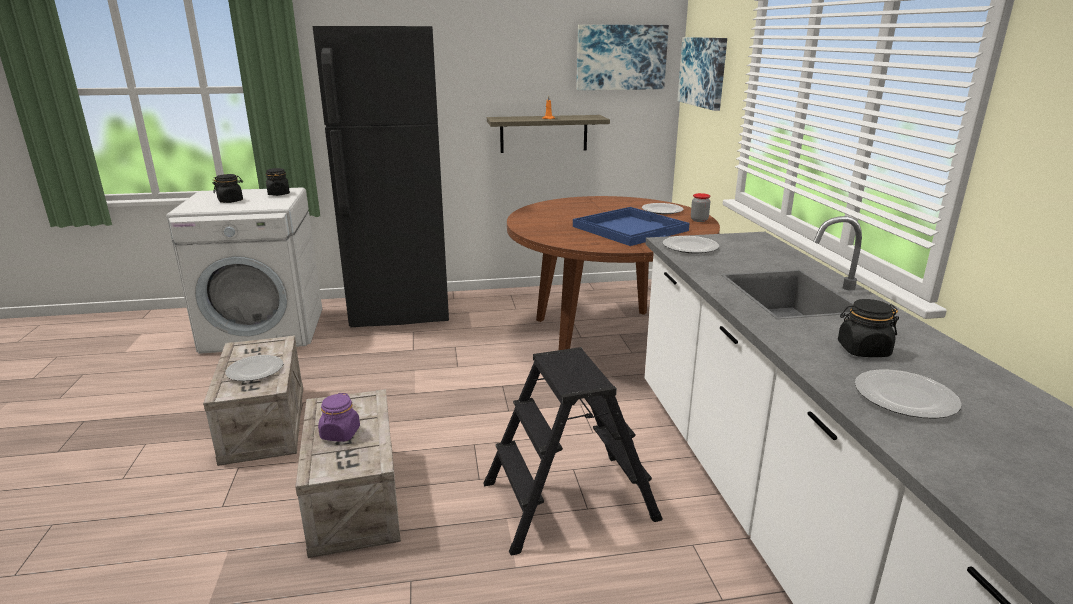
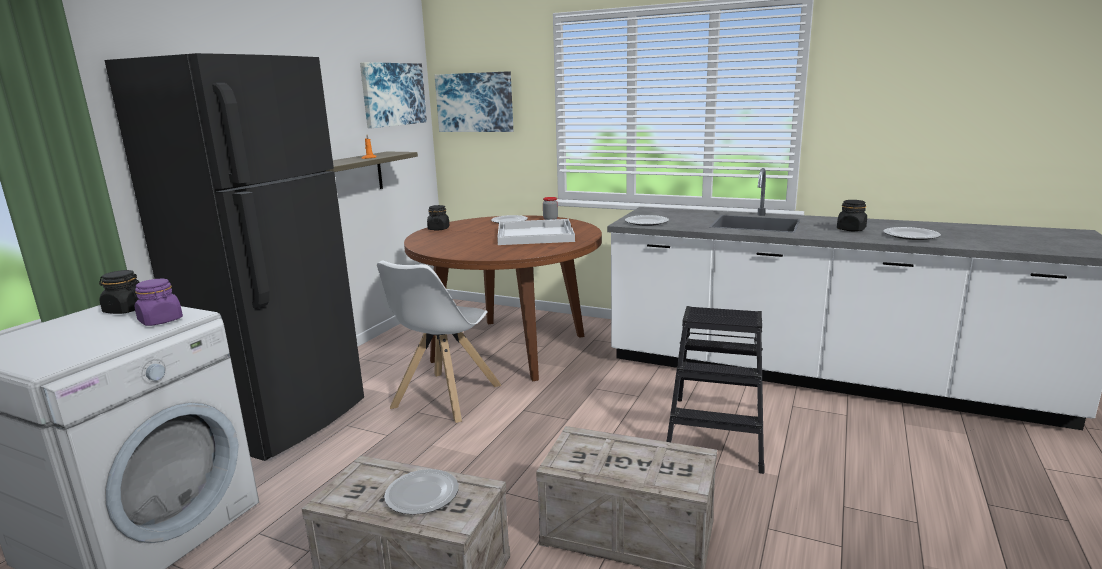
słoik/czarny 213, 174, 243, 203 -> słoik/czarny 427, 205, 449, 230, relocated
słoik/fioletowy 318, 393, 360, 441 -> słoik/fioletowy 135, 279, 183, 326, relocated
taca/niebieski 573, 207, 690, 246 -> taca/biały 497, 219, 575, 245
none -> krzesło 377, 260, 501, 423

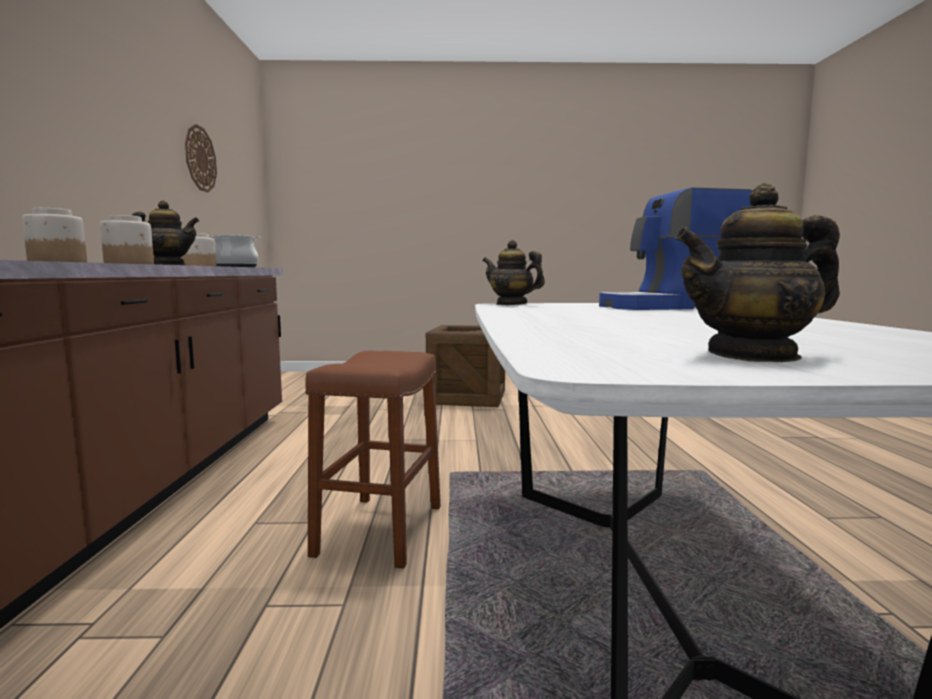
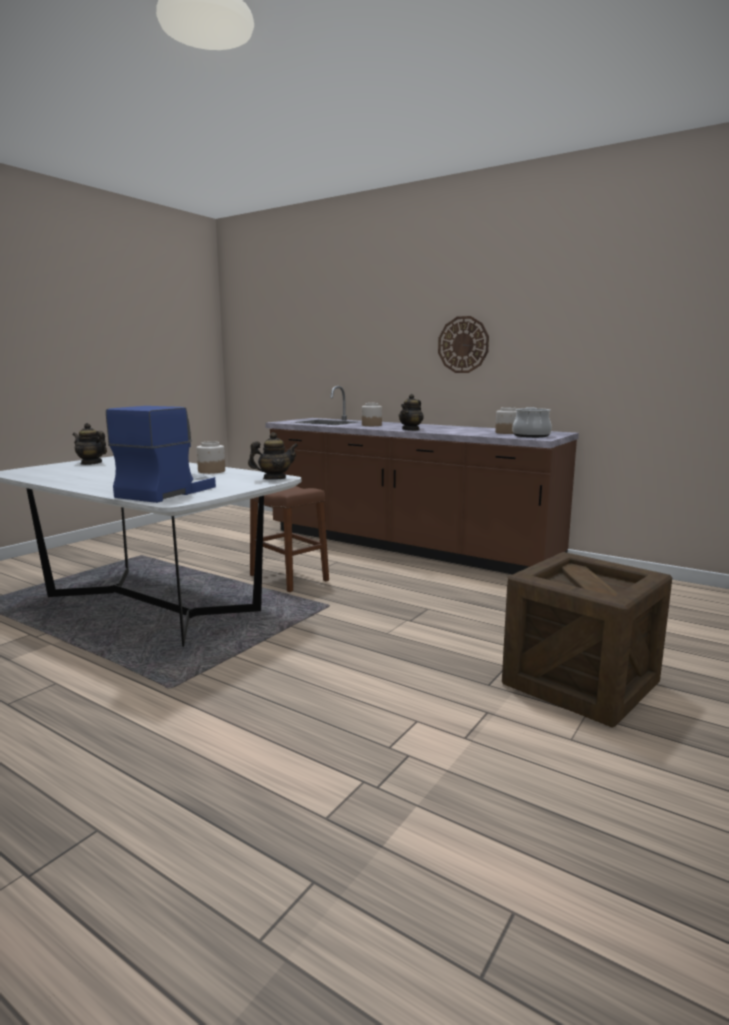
słoik 100, 215, 154, 264 -> słoik 197, 441, 225, 474, relocated
zegar ścienny 185, 124, 217, 193 -> zegar ścienny 438, 316, 489, 373, relocated
imbryk 675, 183, 840, 362 -> imbryk 72, 423, 107, 465, 90 degrees counterclockwise

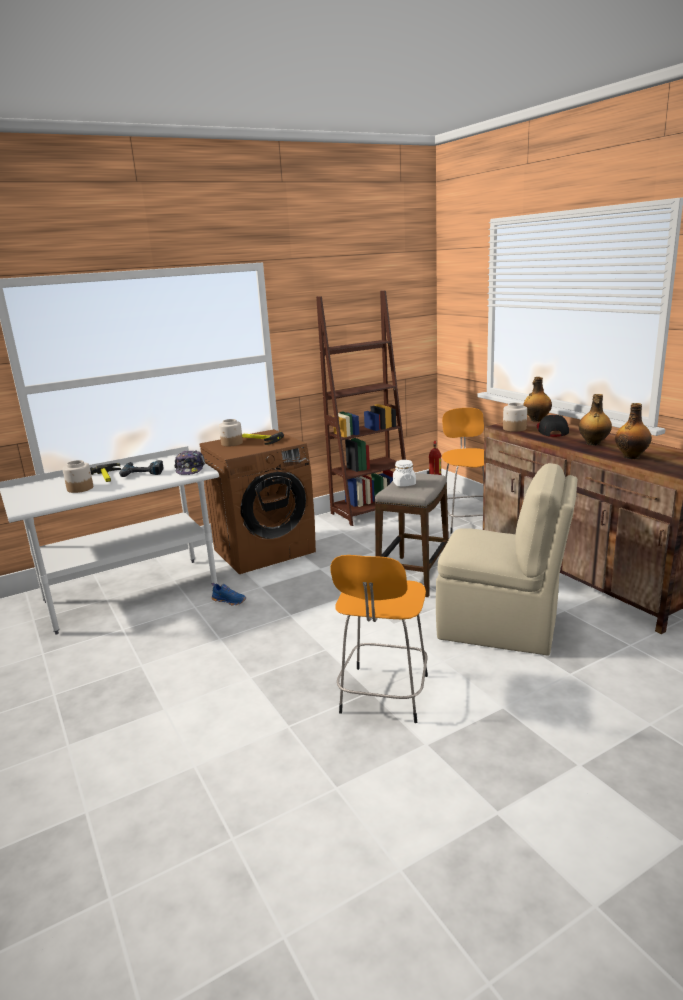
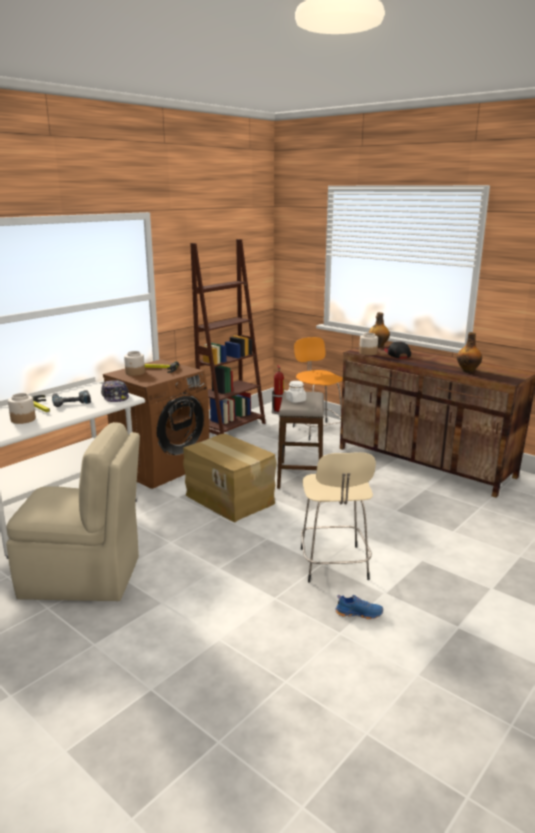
but/niebieski 212, 583, 246, 606 -> but/niebieski 336, 595, 383, 619, relocated
stołek/pomarańczowy 330, 555, 428, 723 -> stołek/beżowy 301, 452, 376, 583
krzesło/beżowy 436, 463, 578, 655 -> krzesło/beżowy 6, 422, 140, 601, relocated
butelka 579, 394, 612, 446 -> none
none -> karton 183, 433, 277, 522

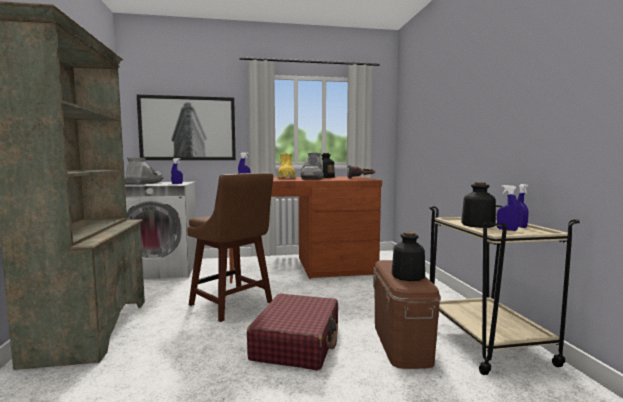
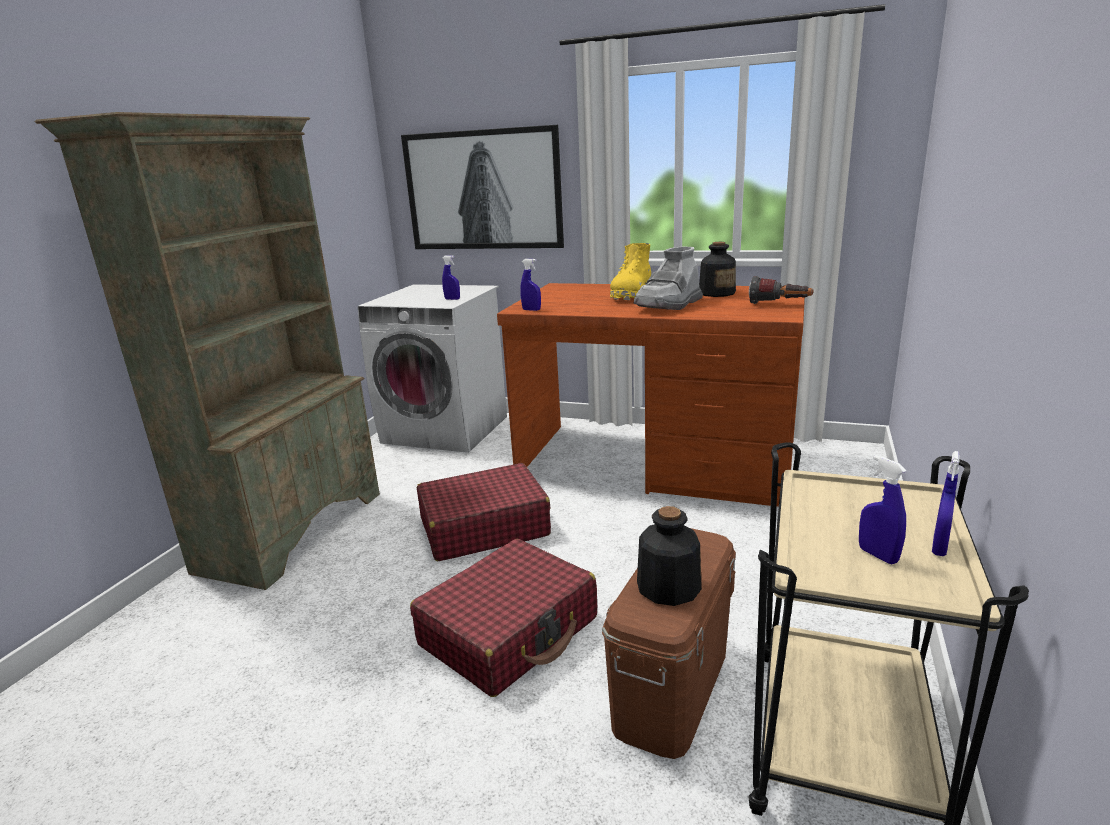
but z cholewką/szary 125, 158, 163, 185 -> none
krzesło/brązowy 187, 173, 273, 322 -> walizka/czerwony 417, 463, 551, 561
butelka 461, 182, 496, 228 -> none

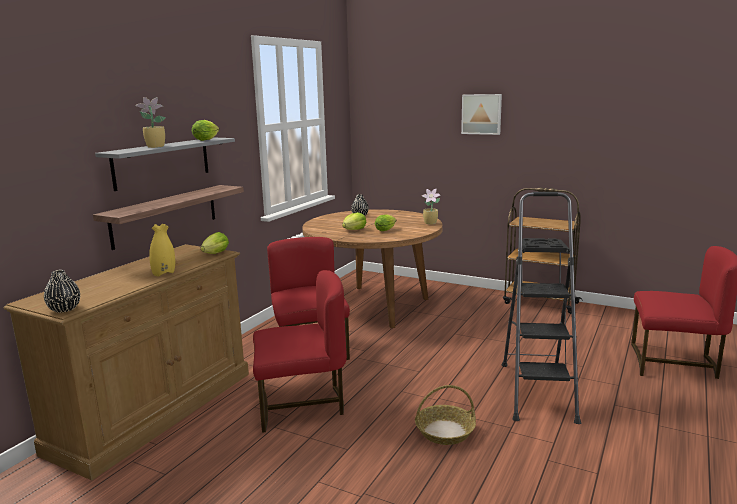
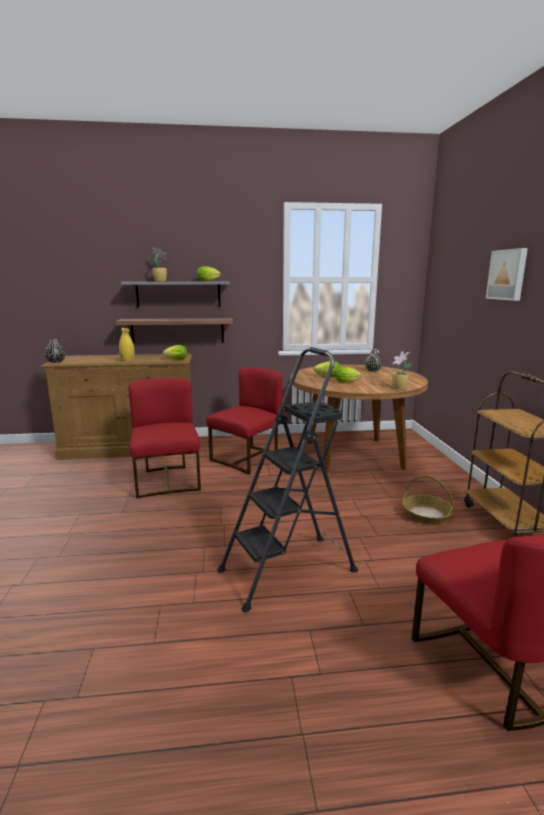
krzesło/czerwony 253, 270, 347, 433 -> krzesło/czerwony 128, 378, 201, 498, 150 degrees counterclockwise
koszyk 415, 385, 476, 445 -> koszyk 402, 475, 454, 524, relocated

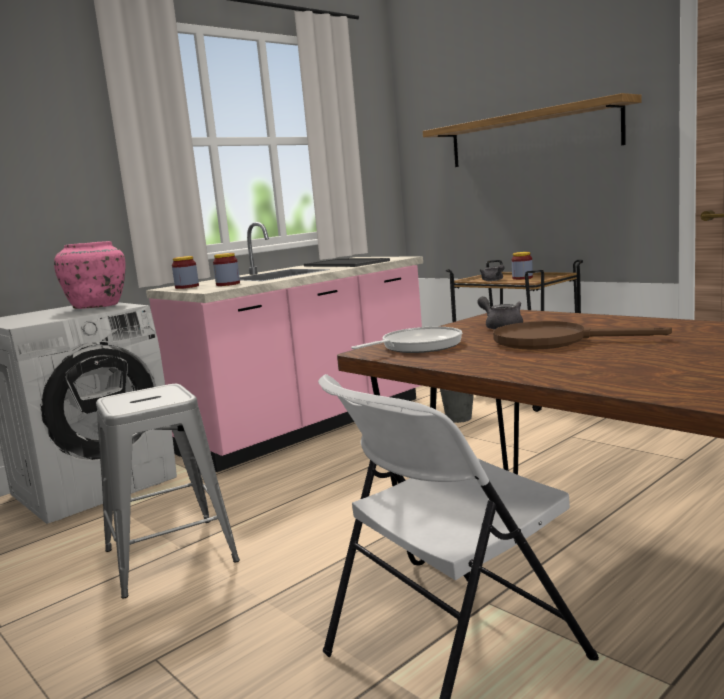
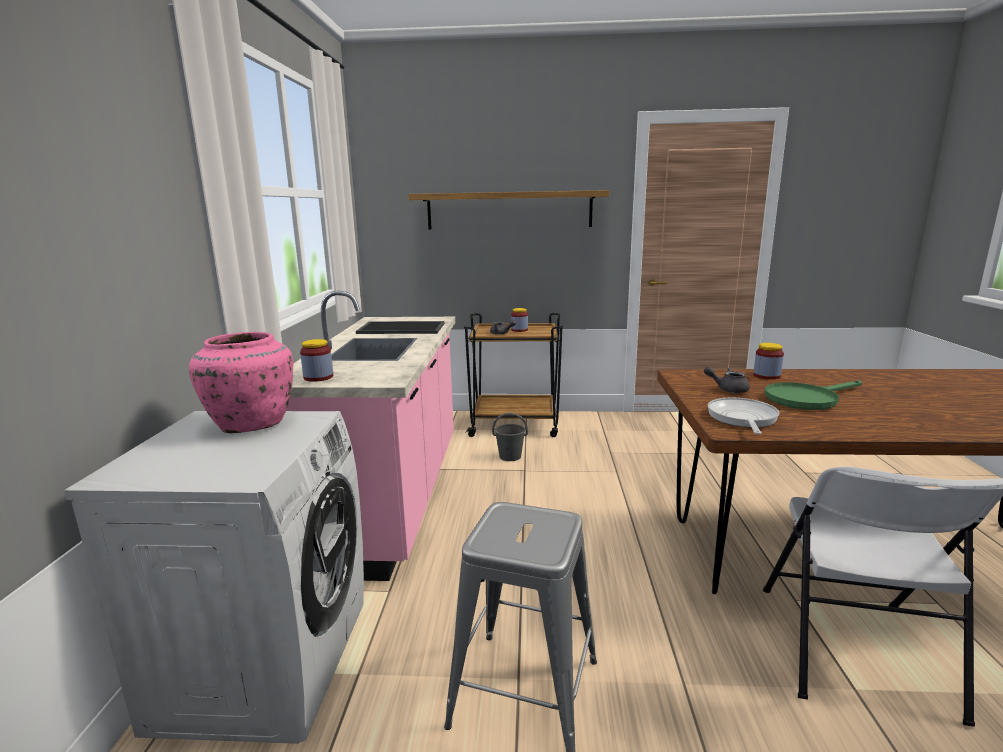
słoik 213, 253, 240, 286 -> słoik 753, 343, 784, 380, relocated
patelnia/brązowy 493, 321, 672, 350 -> patelnia/zielony 765, 381, 862, 410

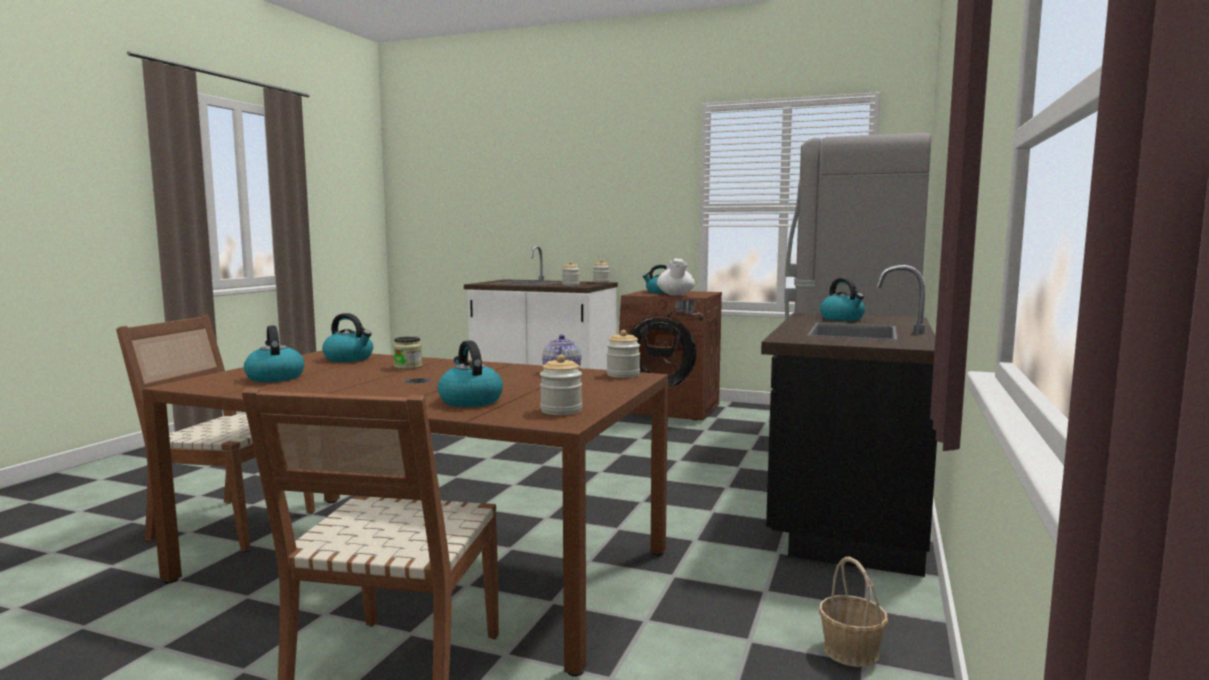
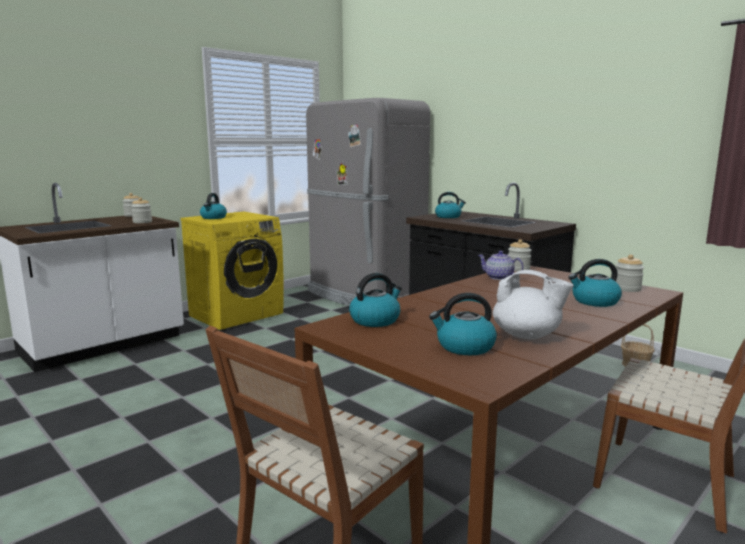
słoik 393, 336, 422, 369 -> none
pralka/brązowy 619, 290, 722, 421 -> pralka/żółty 181, 212, 284, 330
imbryk/biały 657, 259, 695, 296 -> imbryk/biały 493, 270, 574, 340, relocated

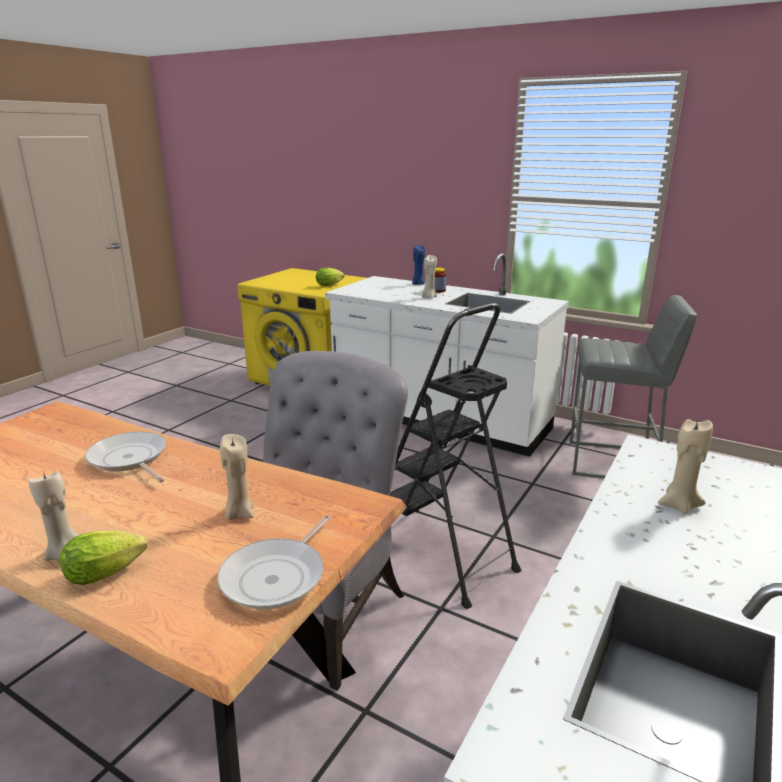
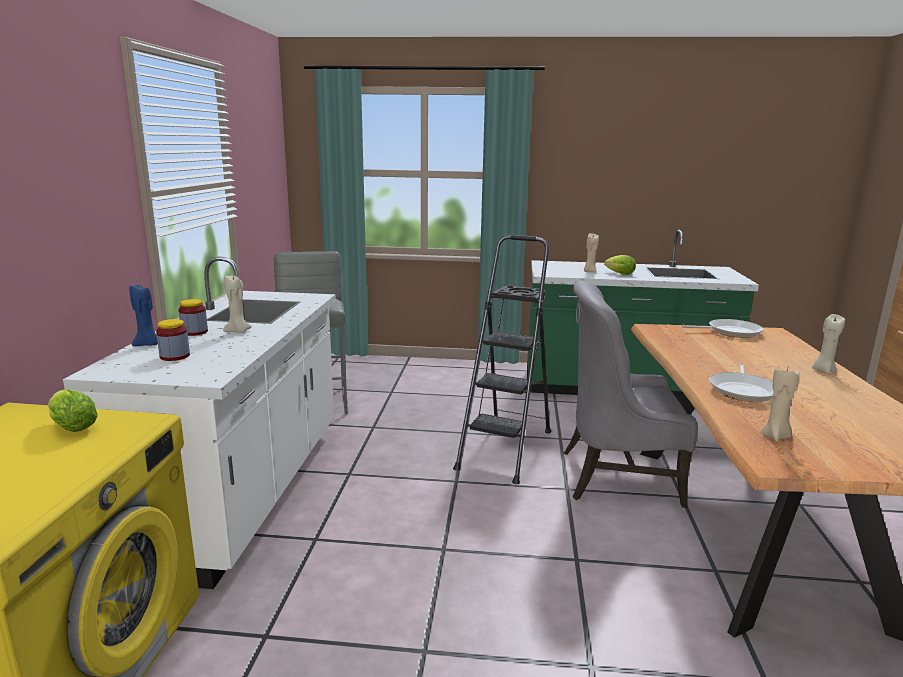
sałata 60, 531, 147, 585 -> sałata 604, 255, 636, 275, relocated
świeca/beżowy 220, 434, 254, 520 -> świeca/beżowy 760, 367, 800, 442, relocated
none -> słoik 156, 319, 190, 361

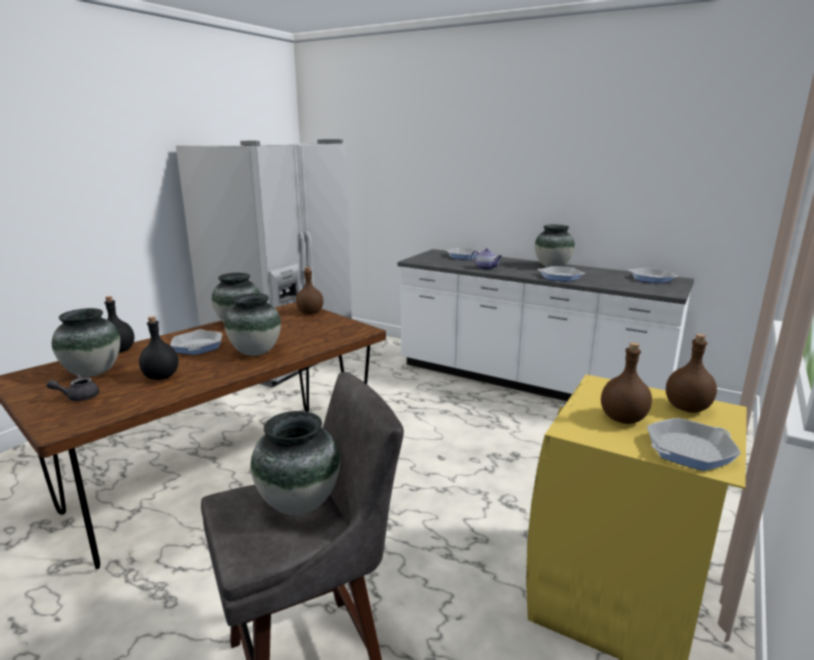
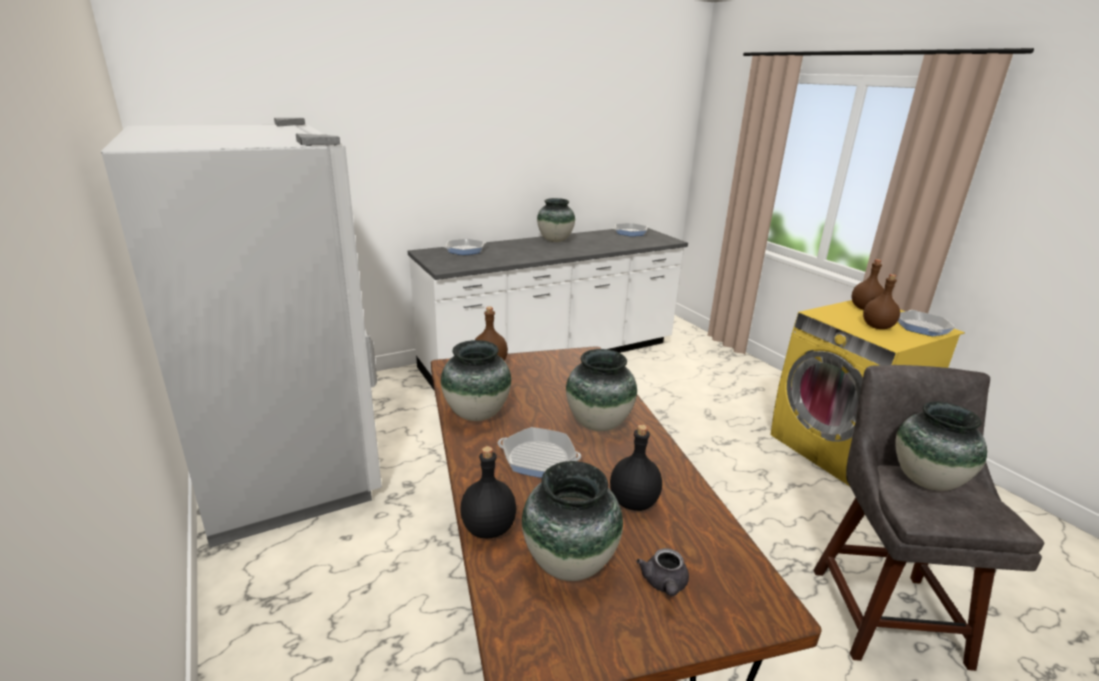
imbryk 471, 248, 502, 270 -> none
patelnia 538, 266, 585, 282 -> none

